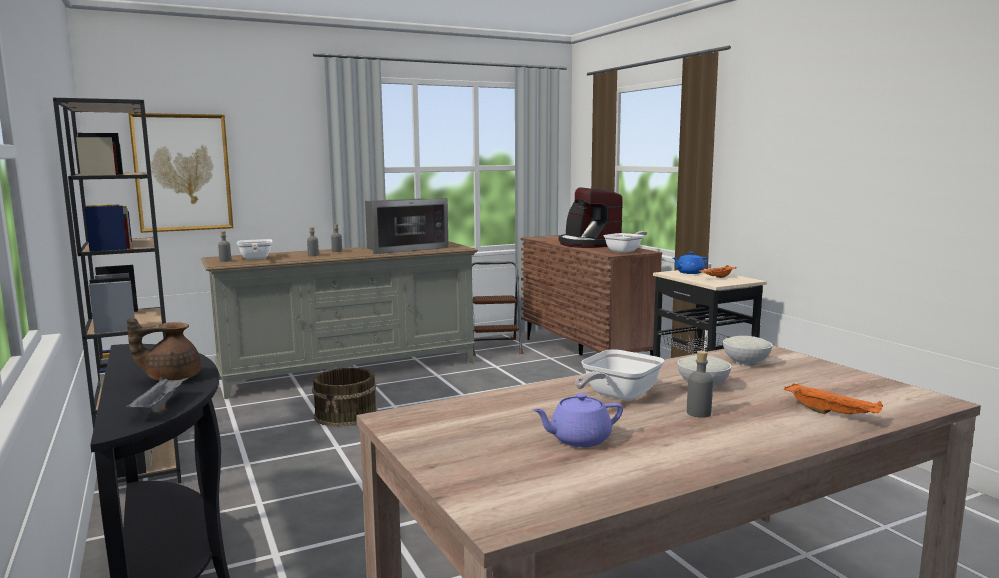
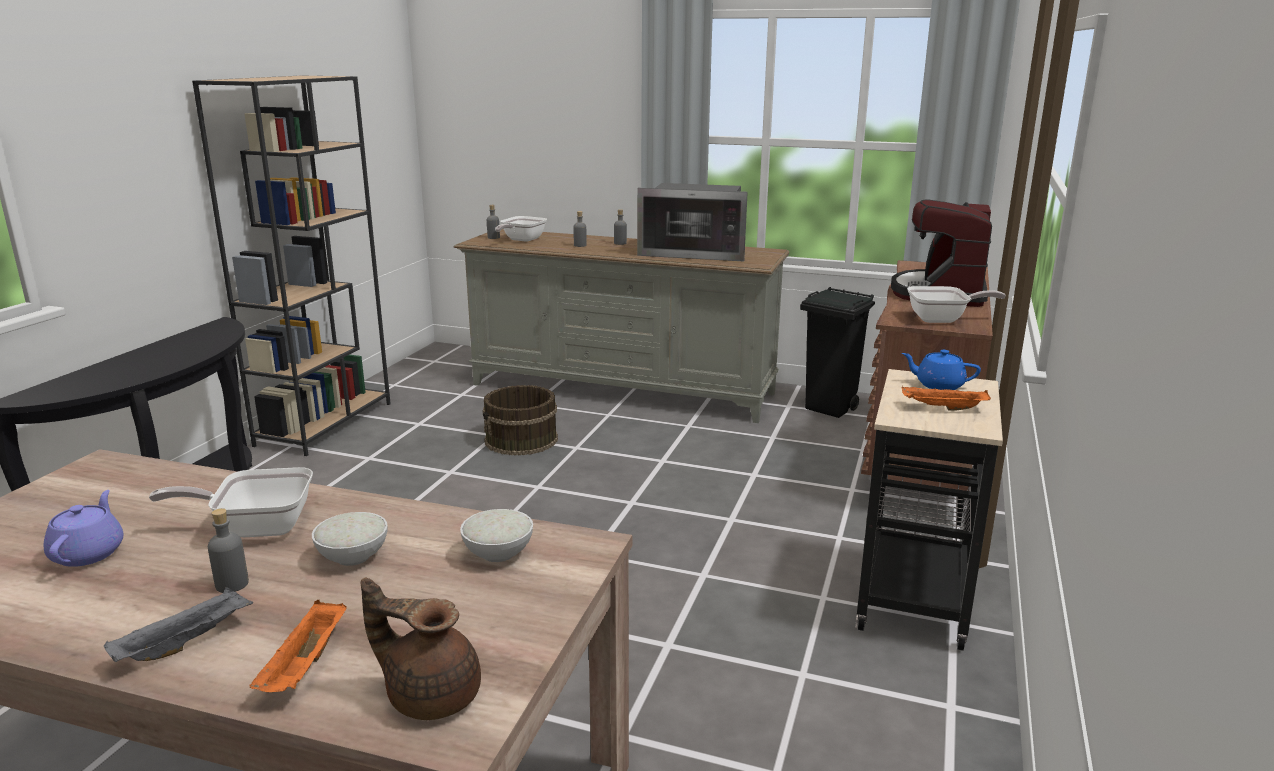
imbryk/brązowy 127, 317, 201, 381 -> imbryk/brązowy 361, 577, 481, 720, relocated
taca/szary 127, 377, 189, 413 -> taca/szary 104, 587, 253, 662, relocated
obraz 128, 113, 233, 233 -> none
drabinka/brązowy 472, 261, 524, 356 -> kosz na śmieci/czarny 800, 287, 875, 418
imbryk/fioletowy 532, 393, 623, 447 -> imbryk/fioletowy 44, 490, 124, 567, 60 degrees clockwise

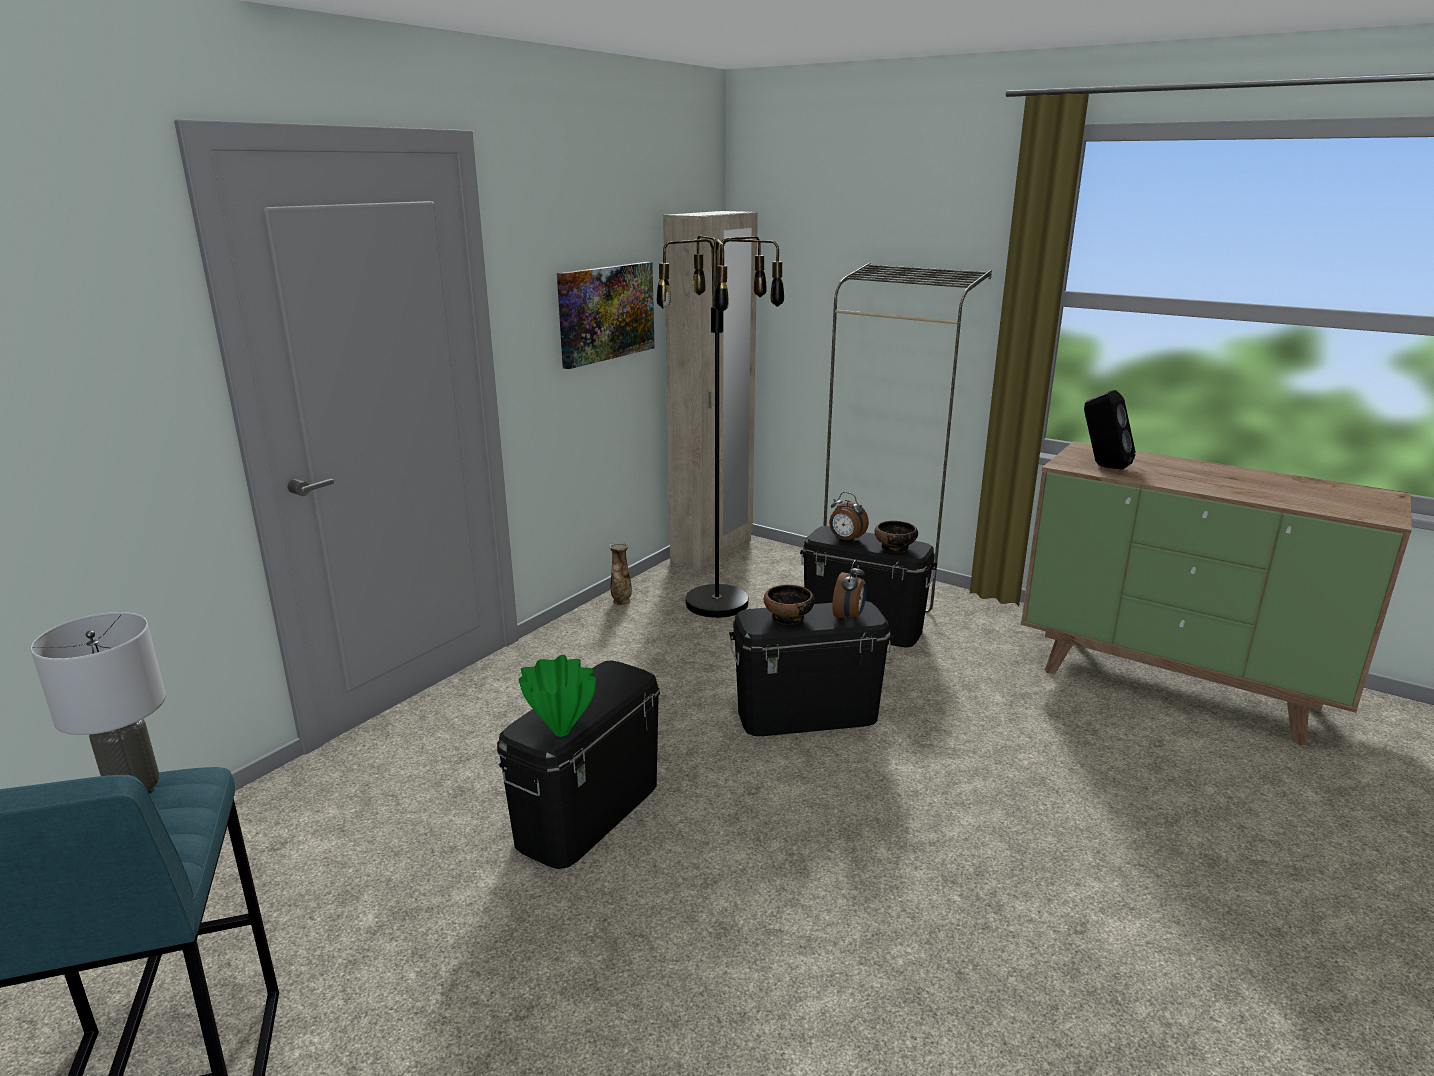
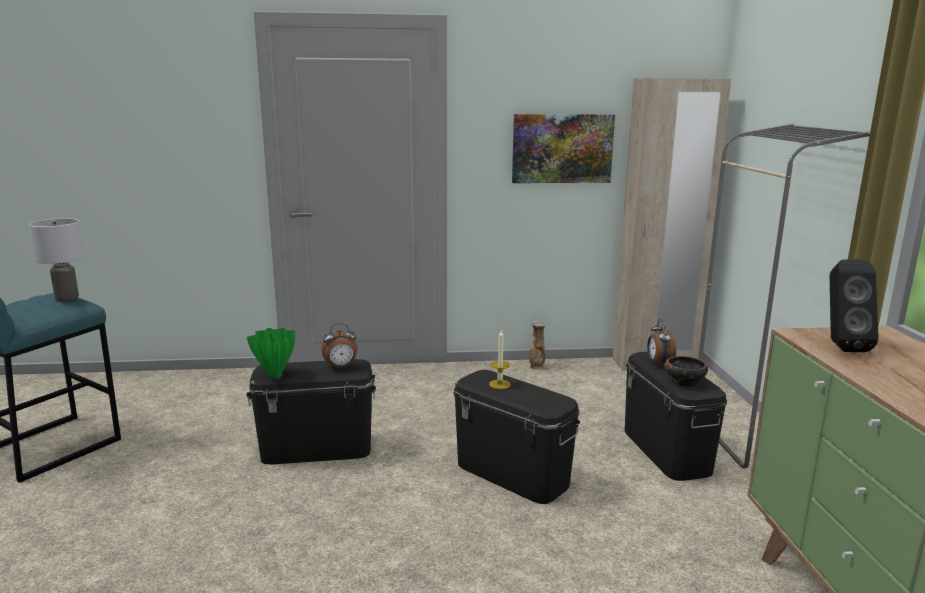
lampa stojąca 657, 235, 784, 618 -> none
miska 764, 584, 815, 625 -> świeca 489, 330, 511, 389
budzik 832, 560, 867, 623 -> budzik 321, 323, 357, 369, relocated

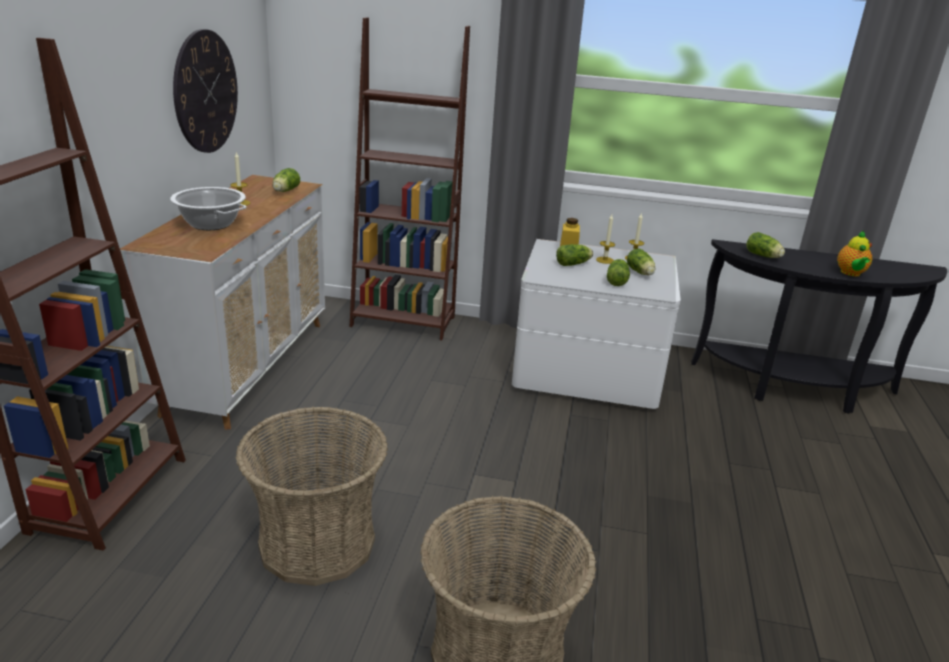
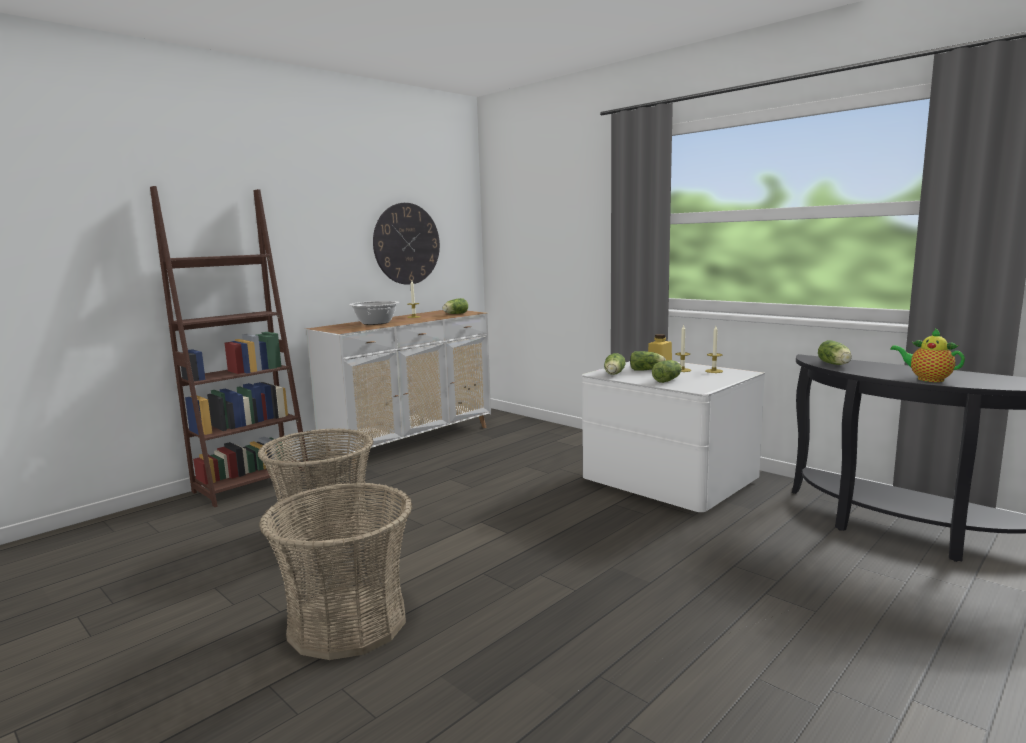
regał/brązowy 350, 17, 470, 340 -> none
sałata 627, 249, 655, 275 -> sałata 604, 353, 626, 375, relocated
imbryk 837, 231, 872, 276 -> imbryk 890, 328, 965, 382, 90 degrees clockwise

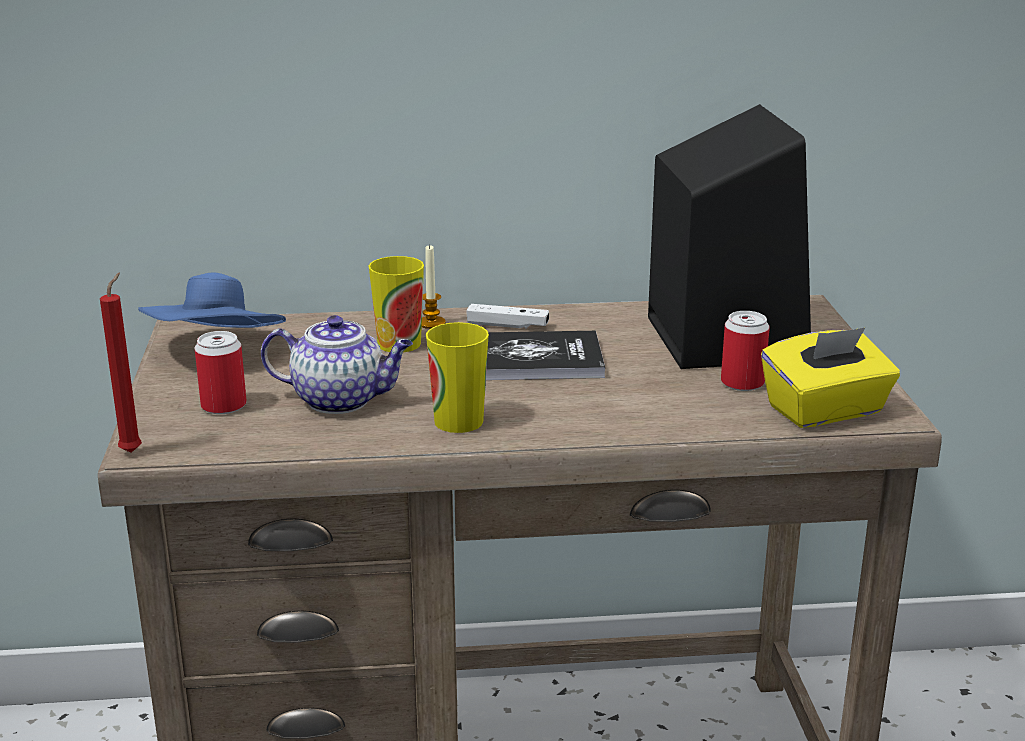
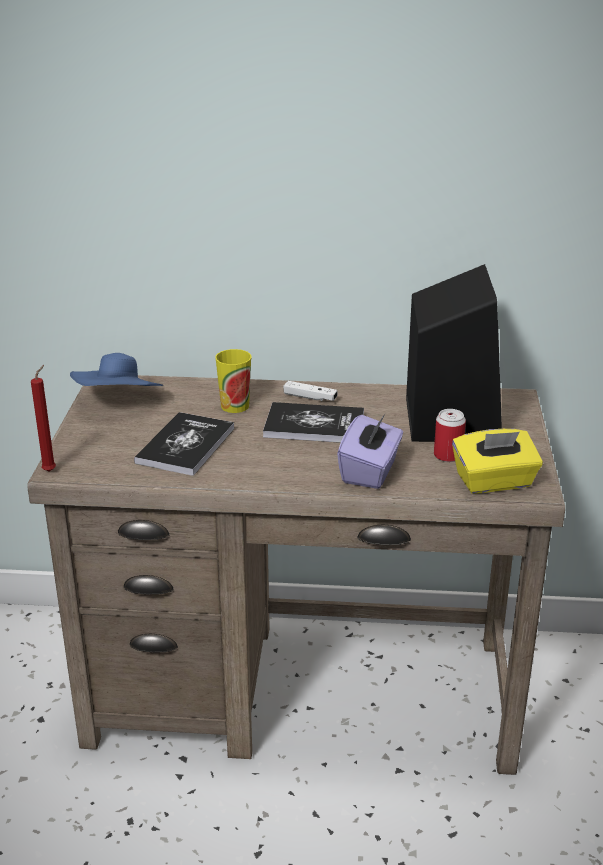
puszka 194, 331, 247, 414 -> none
imbryk 261, 315, 413, 414 -> książka 134, 412, 234, 476
świeca 422, 244, 446, 329 -> none
filiżanka 426, 322, 489, 433 -> none
none -> pudełko chusteczek/fioletowy 337, 413, 403, 489

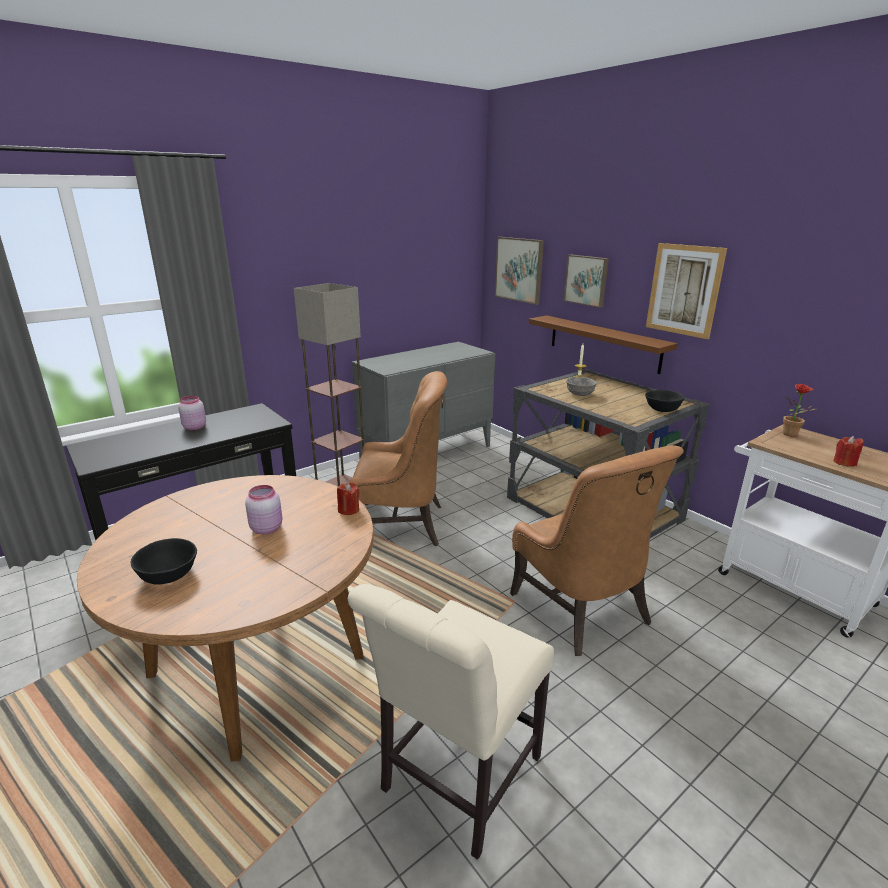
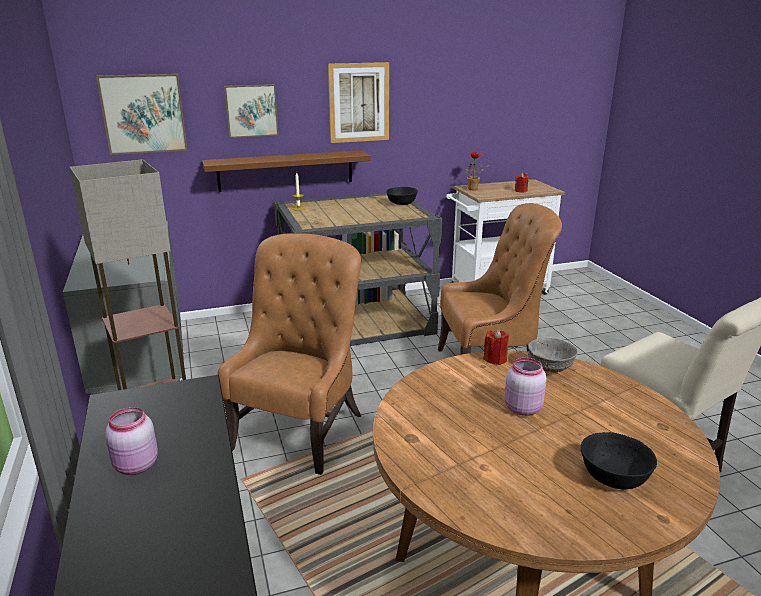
miska/szary 566, 377, 597, 396 -> miska/szary 528, 338, 578, 372, relocated

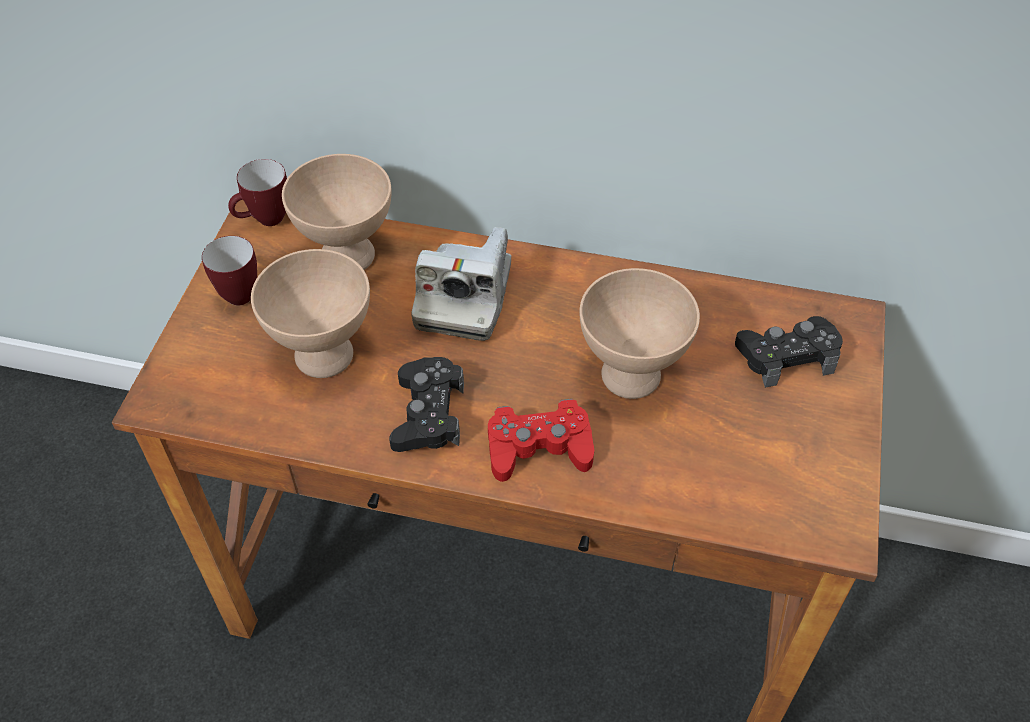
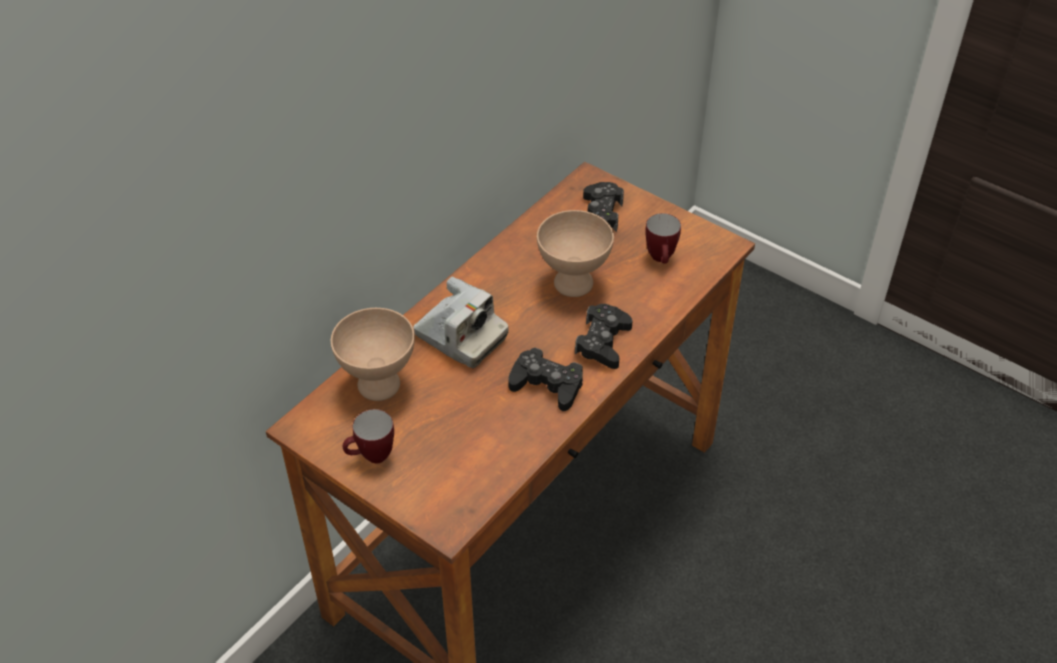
kubek 228, 159, 287, 226 -> kubek 645, 213, 681, 264, relocated
miska/beżowy 251, 249, 370, 378 -> none
pad do gier/czerwony 488, 399, 594, 482 -> pad do gier/czarny 575, 304, 632, 369

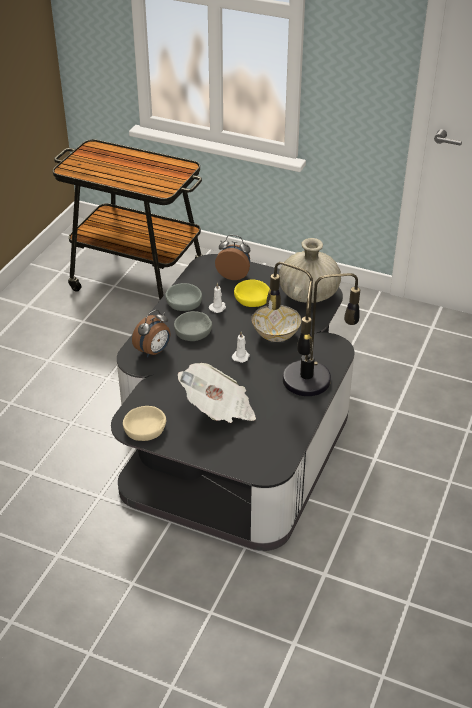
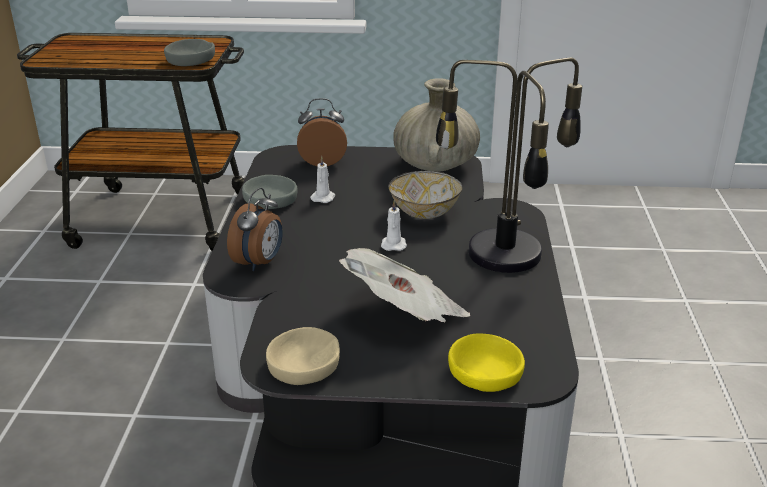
miska/szary 174, 311, 212, 341 -> miska/szary 164, 39, 215, 66, relocated
miska/żółty 234, 279, 270, 307 -> miska/żółty 448, 334, 525, 392, relocated

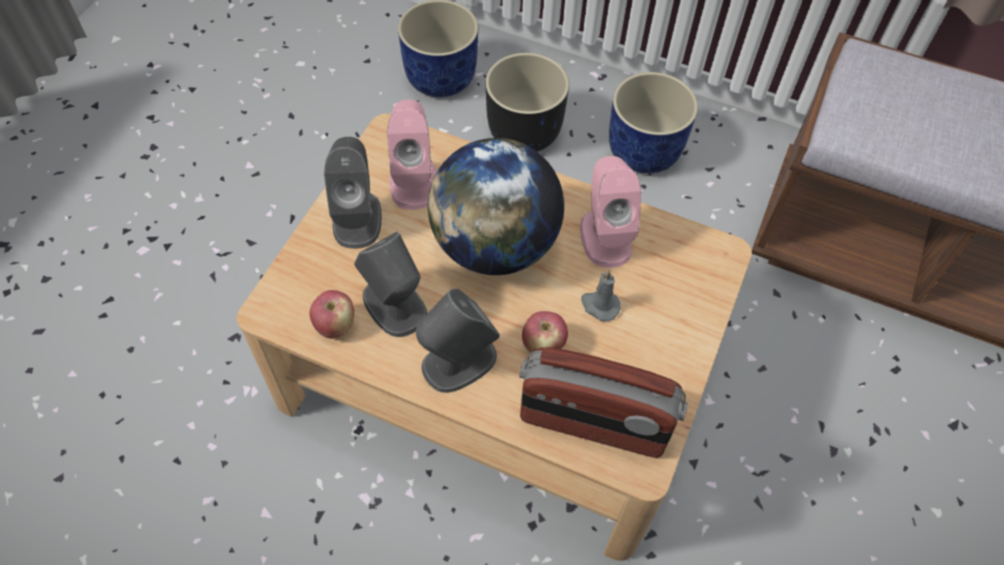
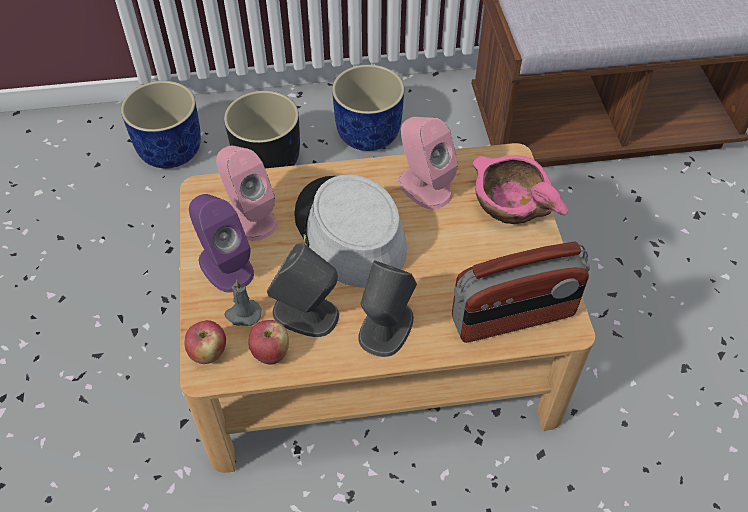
głośnik/szary 324, 137, 382, 249 -> głośnik/fioletowy 189, 194, 254, 292
globus 428, 138, 564, 275 -> kapelusz/szary 294, 174, 407, 288
jabłko 522, 311, 568, 353 -> jabłko 185, 320, 226, 364, relocated
świeca/szary 581, 270, 621, 321 -> świeca/szary 224, 279, 262, 326, relocated
none -> miska/różowy 472, 155, 568, 224

